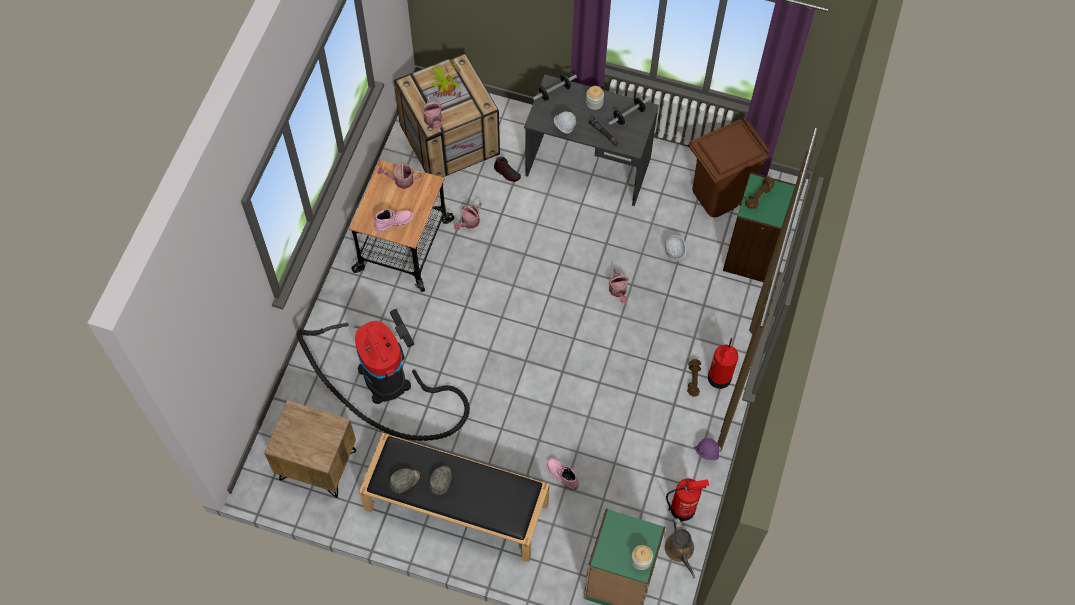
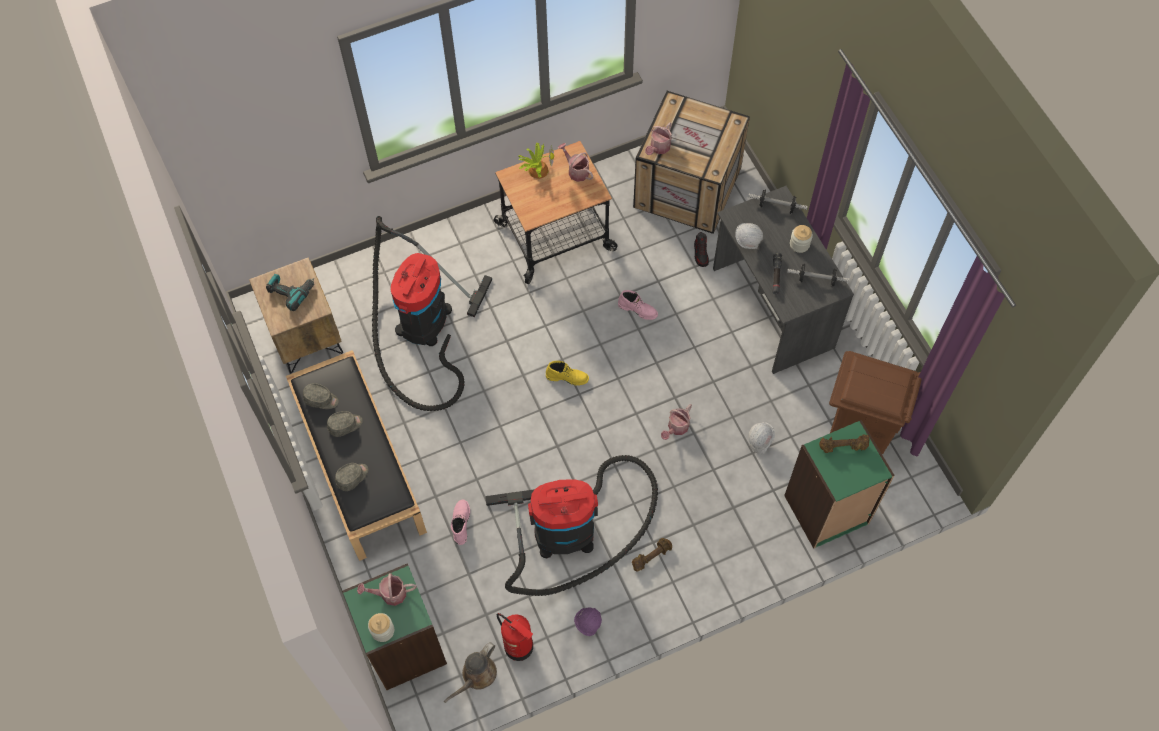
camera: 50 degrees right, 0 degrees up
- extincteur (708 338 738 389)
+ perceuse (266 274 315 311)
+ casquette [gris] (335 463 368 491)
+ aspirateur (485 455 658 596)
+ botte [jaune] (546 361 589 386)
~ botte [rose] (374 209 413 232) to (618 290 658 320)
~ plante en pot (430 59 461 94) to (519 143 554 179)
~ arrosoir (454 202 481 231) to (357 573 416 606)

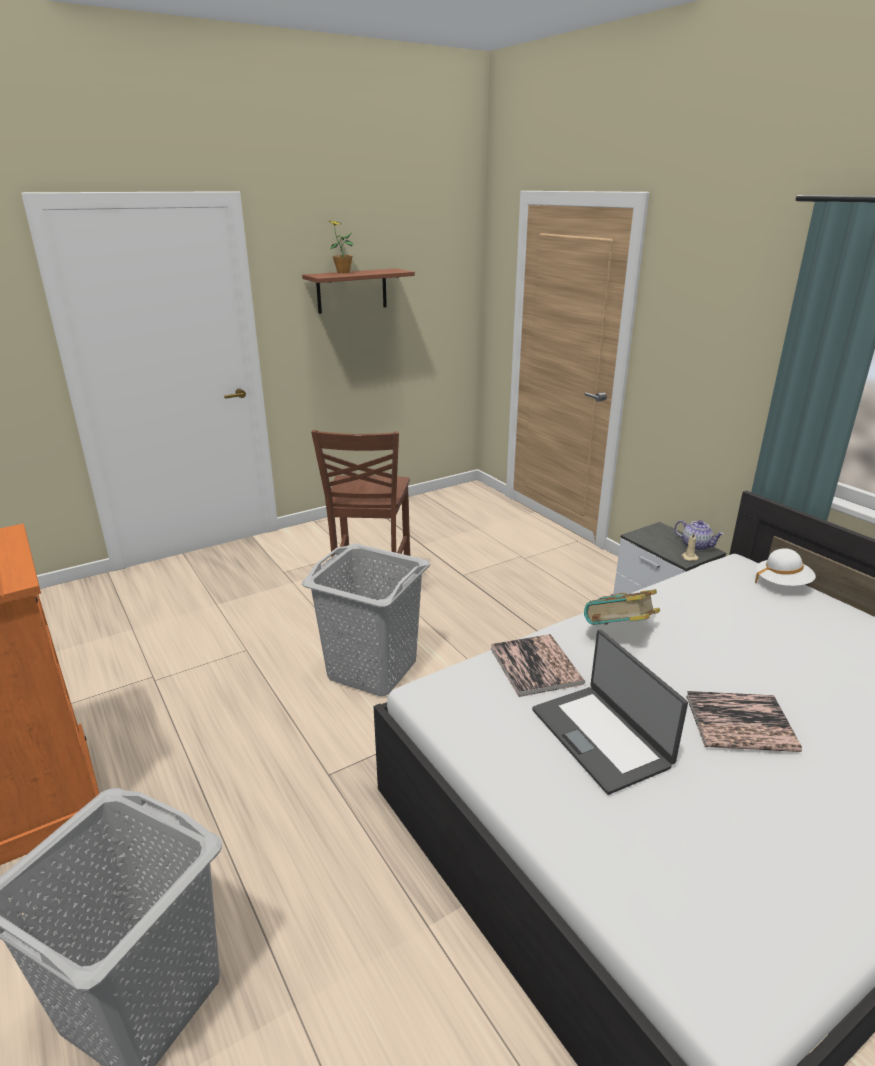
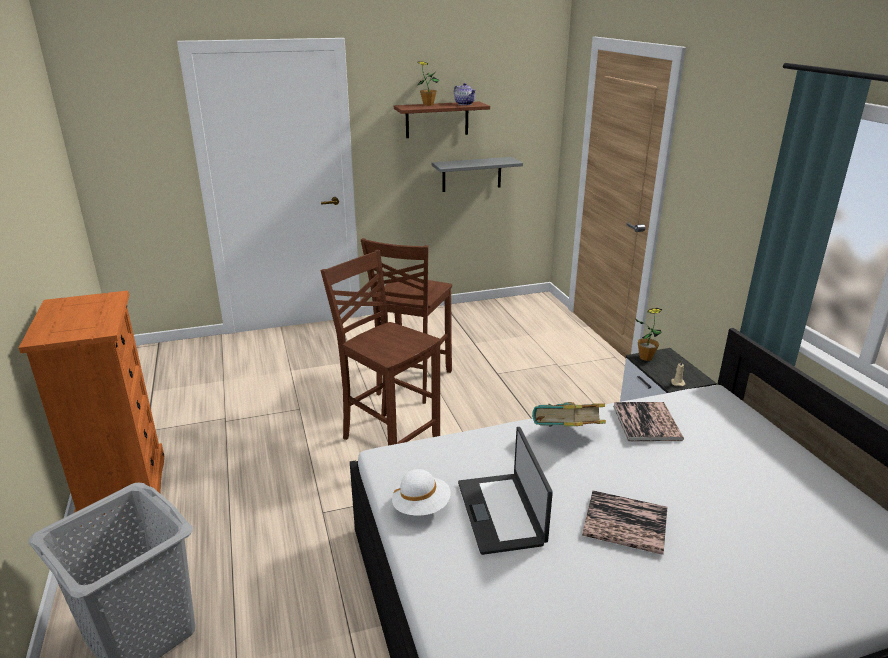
camera: 15 degrees right, 0 degrees up
+ étagère [gris] (431 157 523 192)
+ plante en pot (635 308 662 361)
~ livre (491 634 585 697) to (613 402 684 441)
~ théière (674 520 724 551) to (454 83 476 105)
~ chapeau [blanc] (755 548 816 586) to (392 469 451 516)
~ panier à linge [gris] (302 543 430 696) to chaise [marron] (321 250 440 446)

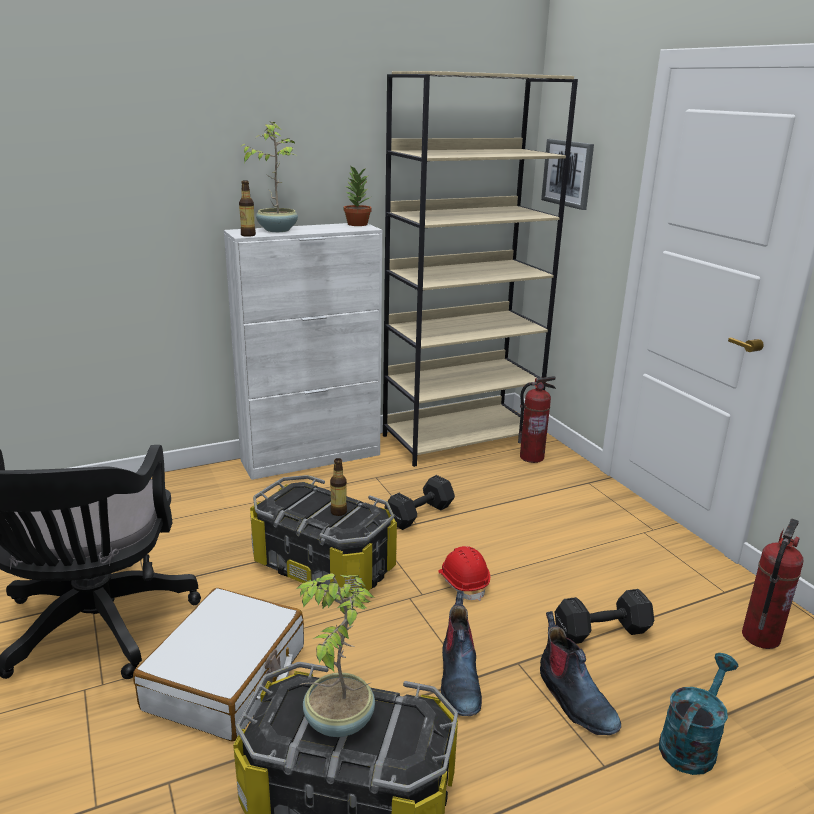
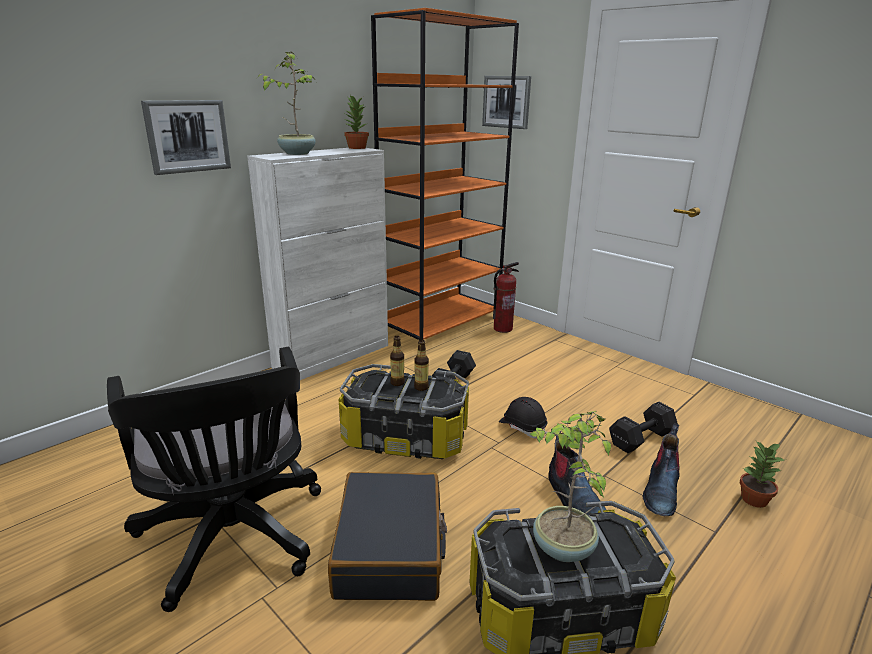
camera: 20 degrees left, 0 degrees up
- extincteur (742 519 803 649)
+ tableau (141 100 231 175)
~ bouteille (239 180 256 237) to (390 336 405 386)
~ arrosoir [turquoise] (659 653 738 775) to plante en pot (740 441 784 508)
~ valise [blanc] (133 588 304 742) to valise [noir] (328 472 447 601)
~ bibliothèque [beige] (383 71 578 467) to bibliothèque [orange] (371 8 519 340)
~ casque de chantier [rouge] (438 546 490 601) to casque de chantier [noir] (499 397 547 439)
~ botte (540 611 621 735) = (643 423 680 516) 75 degrees clockwise

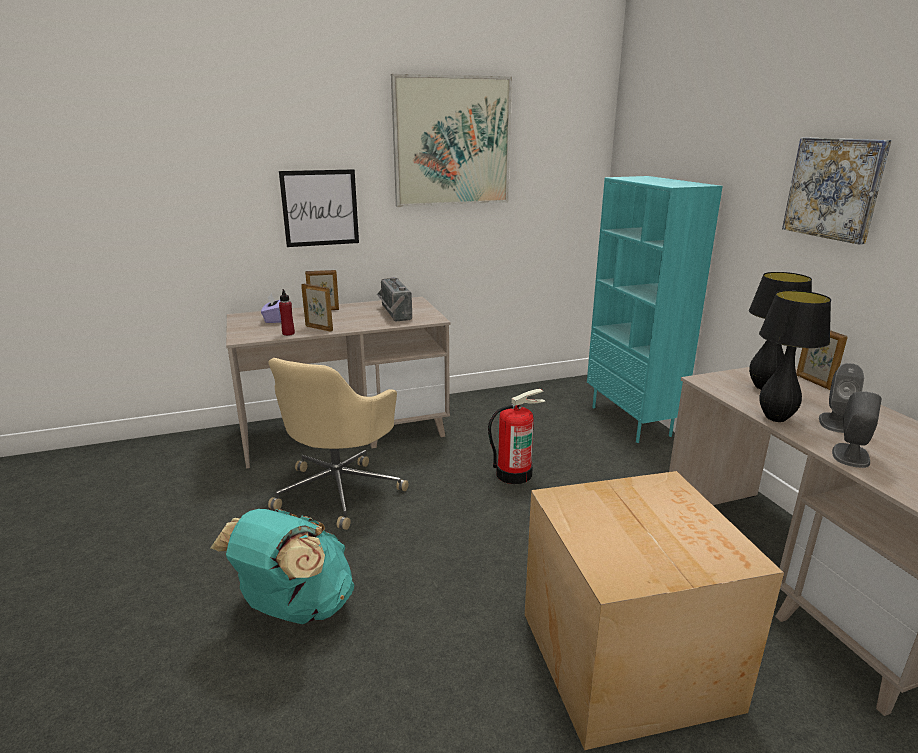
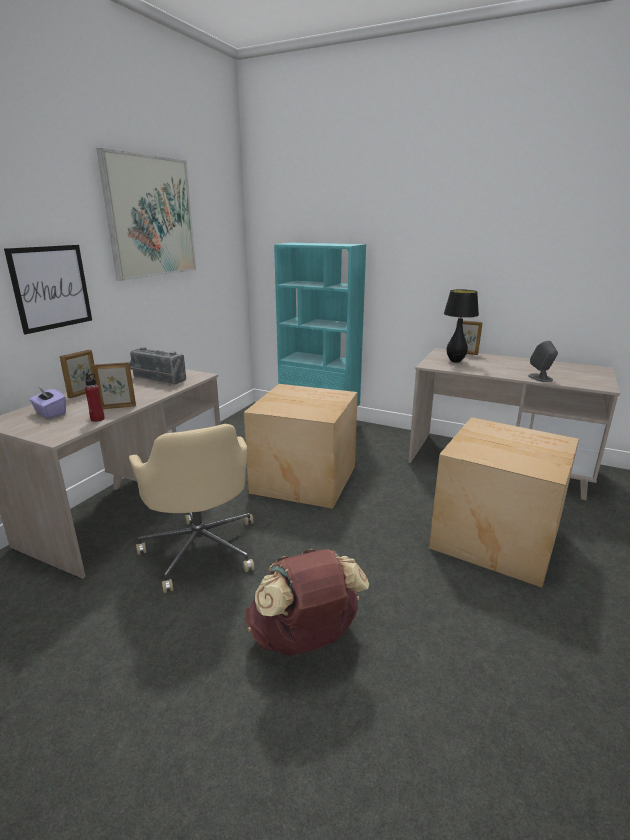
camera: 45 degrees left, 0 degrees up
- lampe de table [noir] (759 290 831 422)
- tableau (782 137 892 244)
- enceinte [gris] (819 363 864 433)
~ extincteur (488 389 545 484) to carton (244 384 358 509)
~ sac à dos [turquoise] (210 509 354 624) to sac à dos [marron] (245 548 370 656)

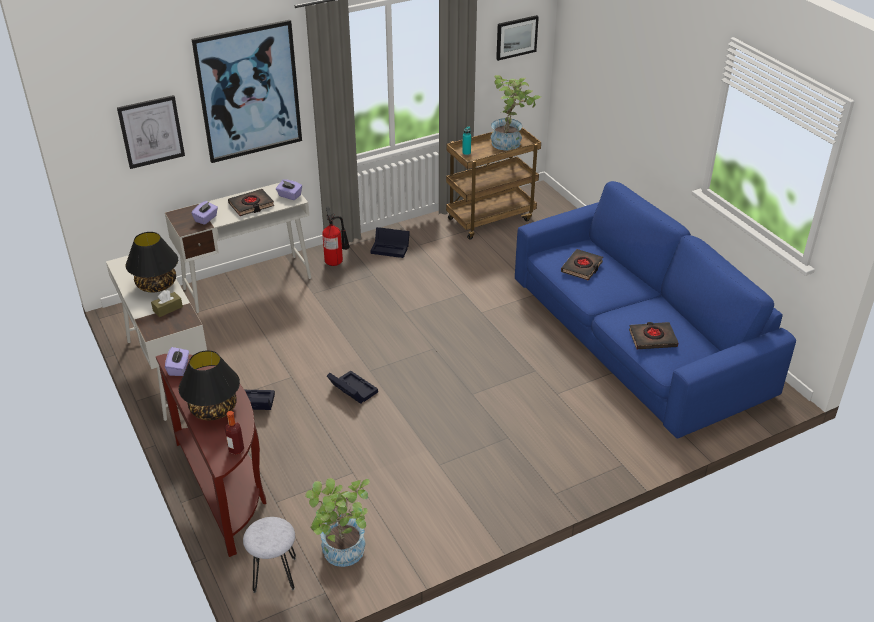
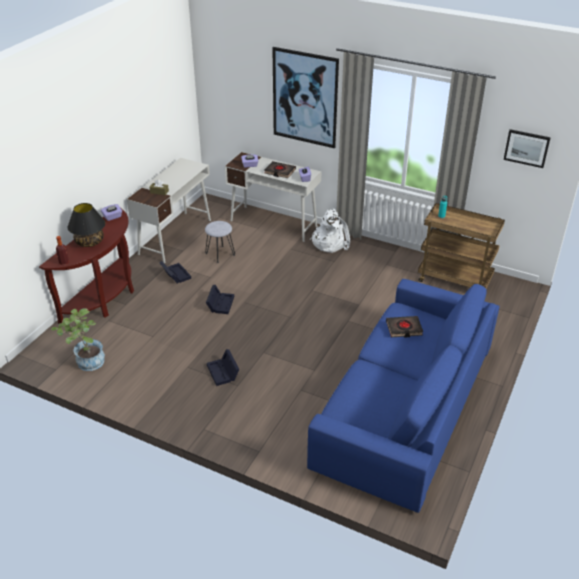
camera: 55 degrees right, 0 degrees up
- tableau (117 95 185 169)
- lampe de table [noir] (126 232 178 292)
- plante en pot (491 75 541 151)
- livre [noir] (629 322 678 349)
~ tabouret [gris] (243 517 296 593) to (205 221 235 263)
~ boîte de rangement [noir] (370 227 410 258) to (207 349 240 386)
~ extincteur (322 206 350 266) to sac à dos [blanc] (310 208 350 253)

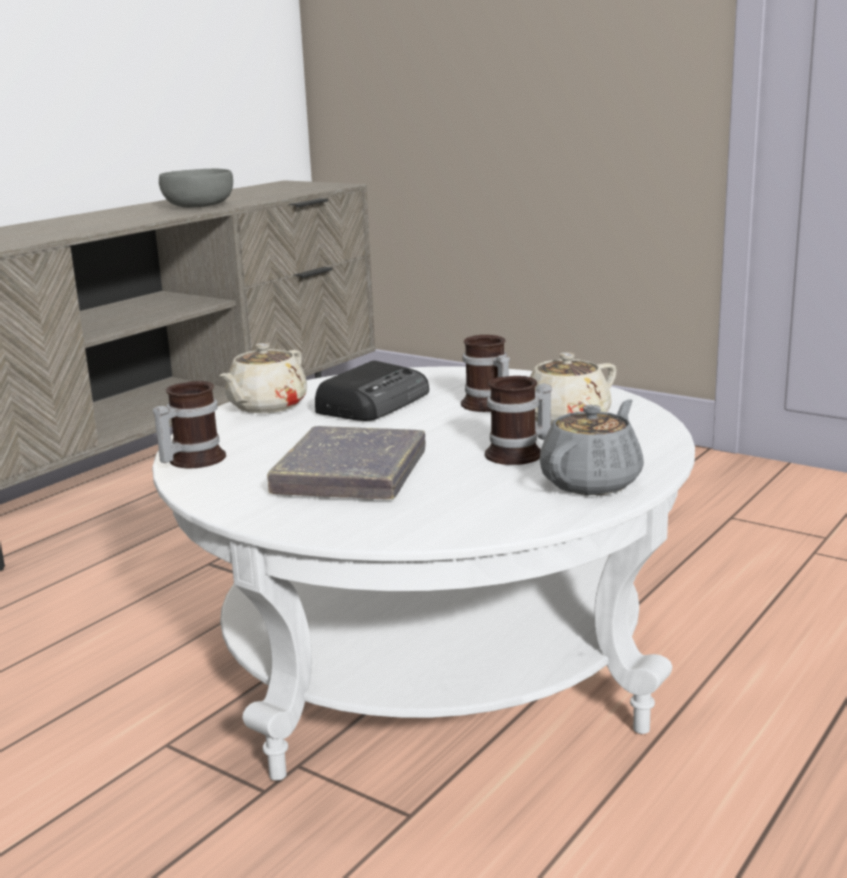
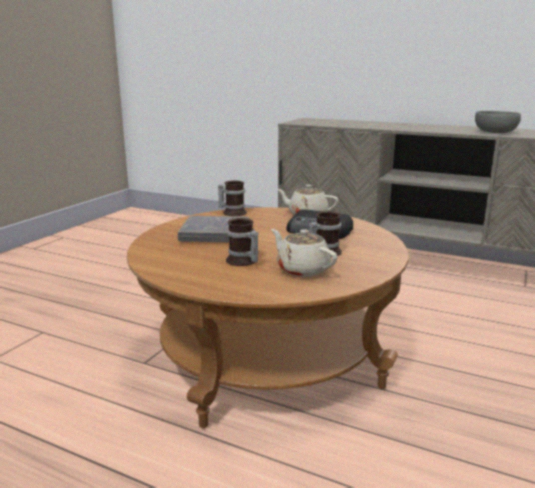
camera: 80 degrees right, 0 degrees up
- théière [gris] (539 399 644 495)
~ table basse [blanc] (152 366 695 781) to table basse [marron] (127 207 409 428)

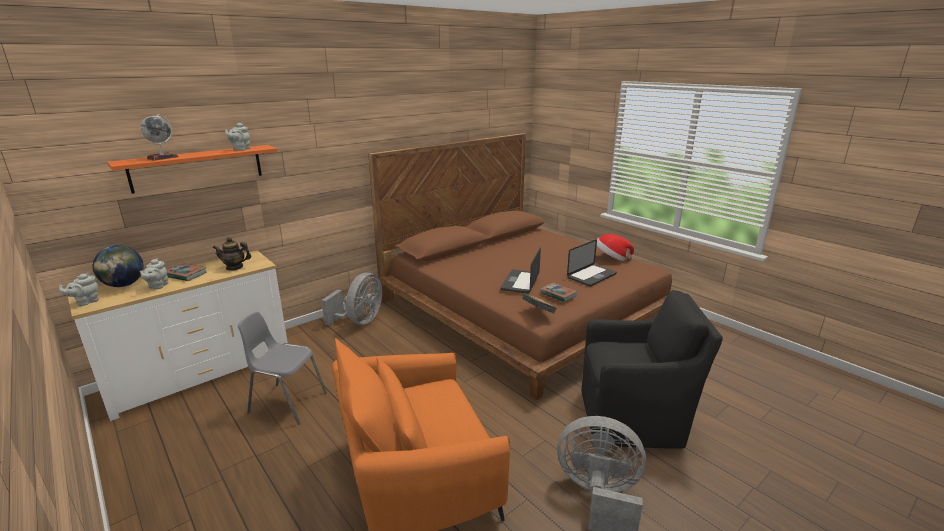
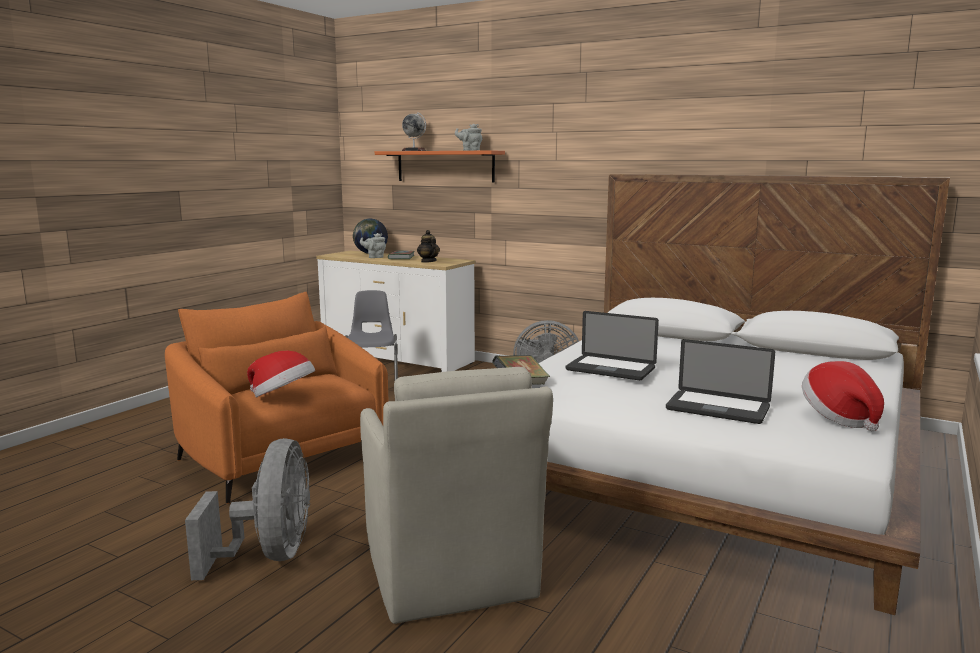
camera: 70 degrees right, 10 degrees down
- théière [gris] (59 273 99 306)
- livre (540 282 578 302)
+ chapeau (247 351 315 397)
~ lit [marron] (368 133 677 400) to lit [blanc] (532 174 950 615)
~ fauteuil [noir] (582 290 723 449) to fauteuil [beige] (360 367 553 624)
~ ordinateur portable (500 247 541 294) = (565 311 659 380) 150 degrees counterclockwise

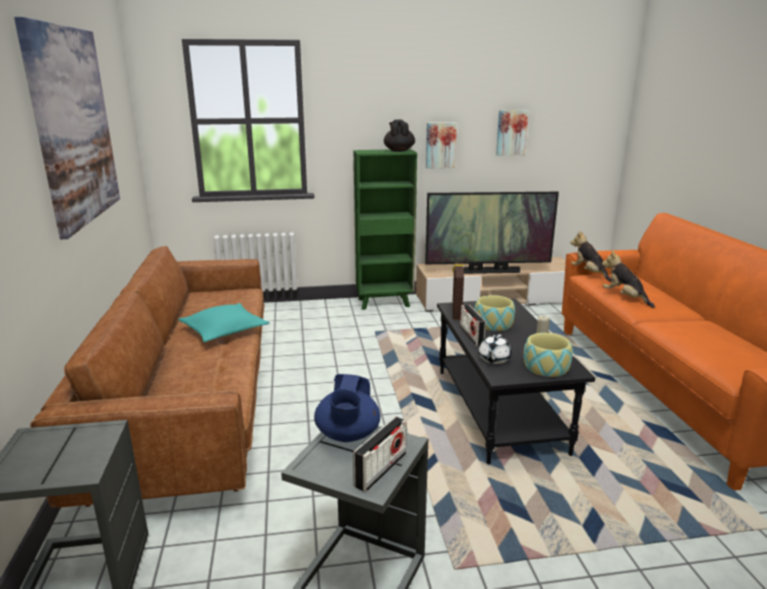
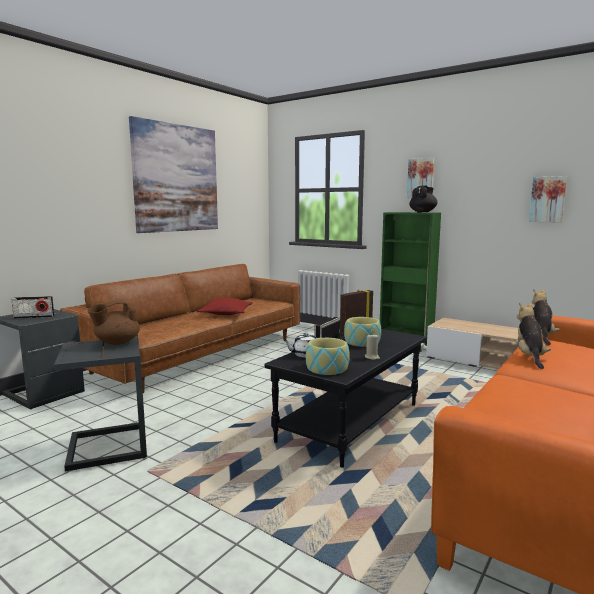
camera: 45 degrees right, 10 degrees down
- téléviseur (425 192 559 274)
~ radio (353 417 407 492) to (11 296 54 319)
~ tableau (426 122 457 169) to (407 158 435 198)
~ coussin [turquoise] (179 303 270 342) to coussin [rouge] (197 298 253 315)
~ théière [bleu] (314 374 380 442) to théière [marron] (87 301 140 345)

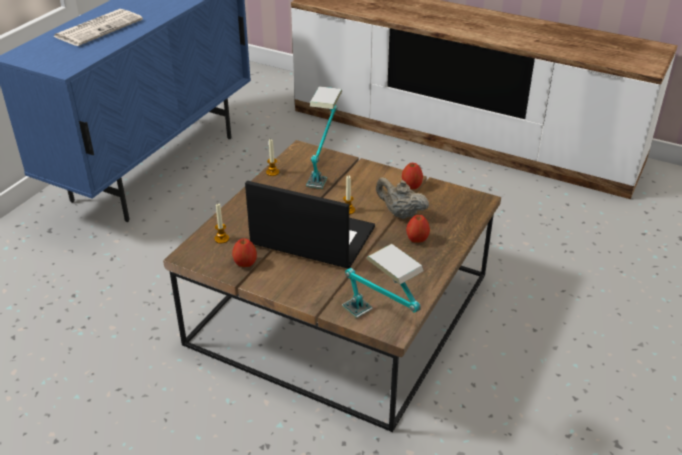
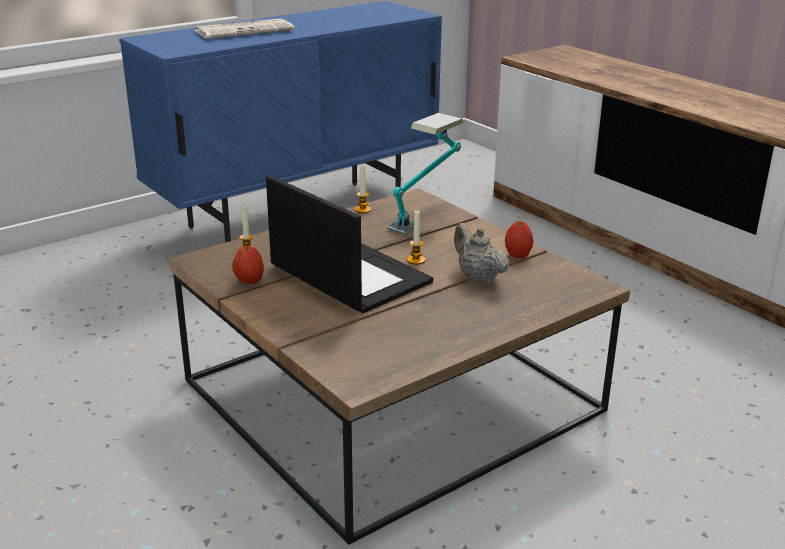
camera: 25 degrees right, 10 degrees down
- lampe de table (342 244 424 319)
- pomme (406 215 430 243)

